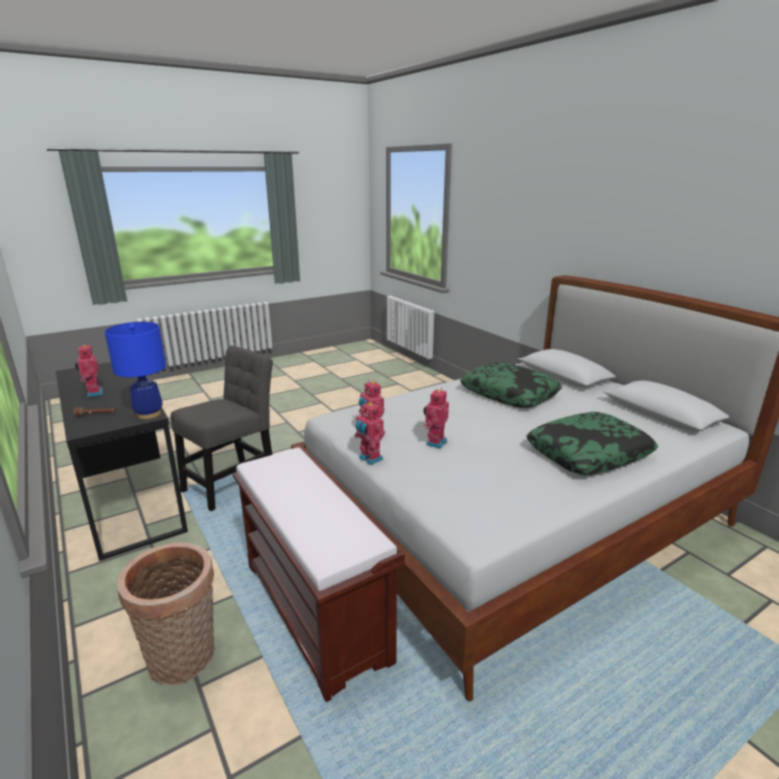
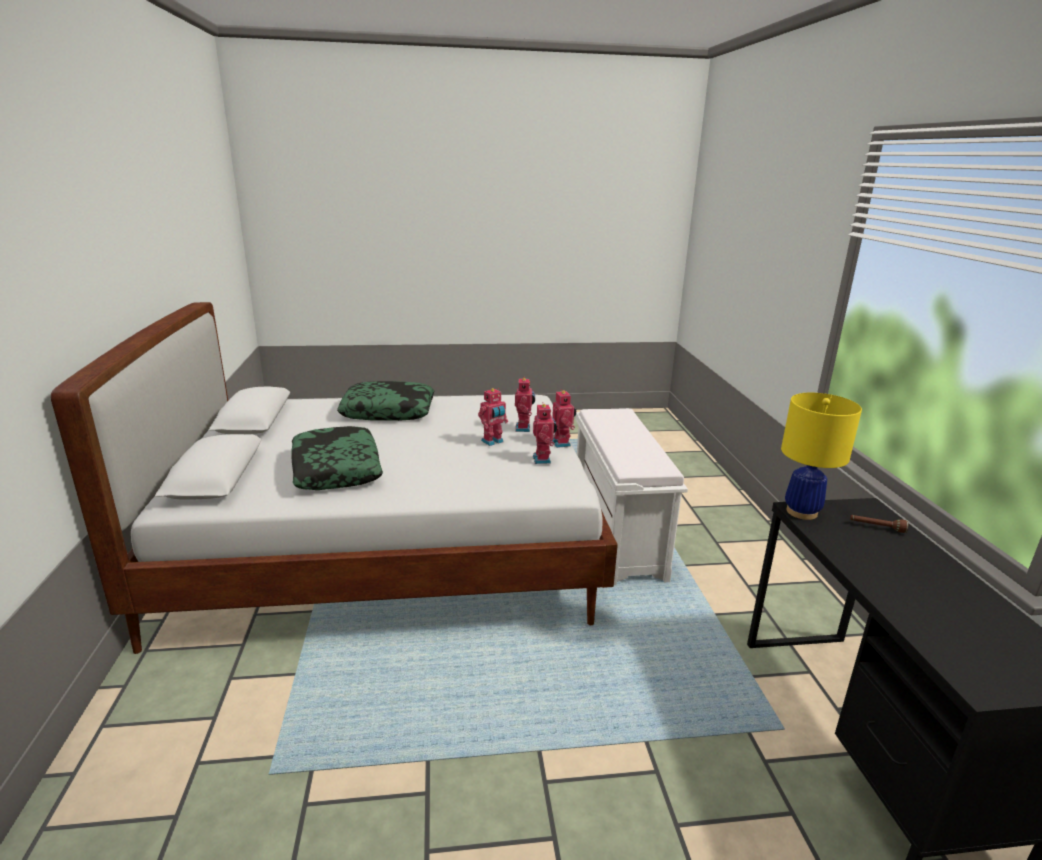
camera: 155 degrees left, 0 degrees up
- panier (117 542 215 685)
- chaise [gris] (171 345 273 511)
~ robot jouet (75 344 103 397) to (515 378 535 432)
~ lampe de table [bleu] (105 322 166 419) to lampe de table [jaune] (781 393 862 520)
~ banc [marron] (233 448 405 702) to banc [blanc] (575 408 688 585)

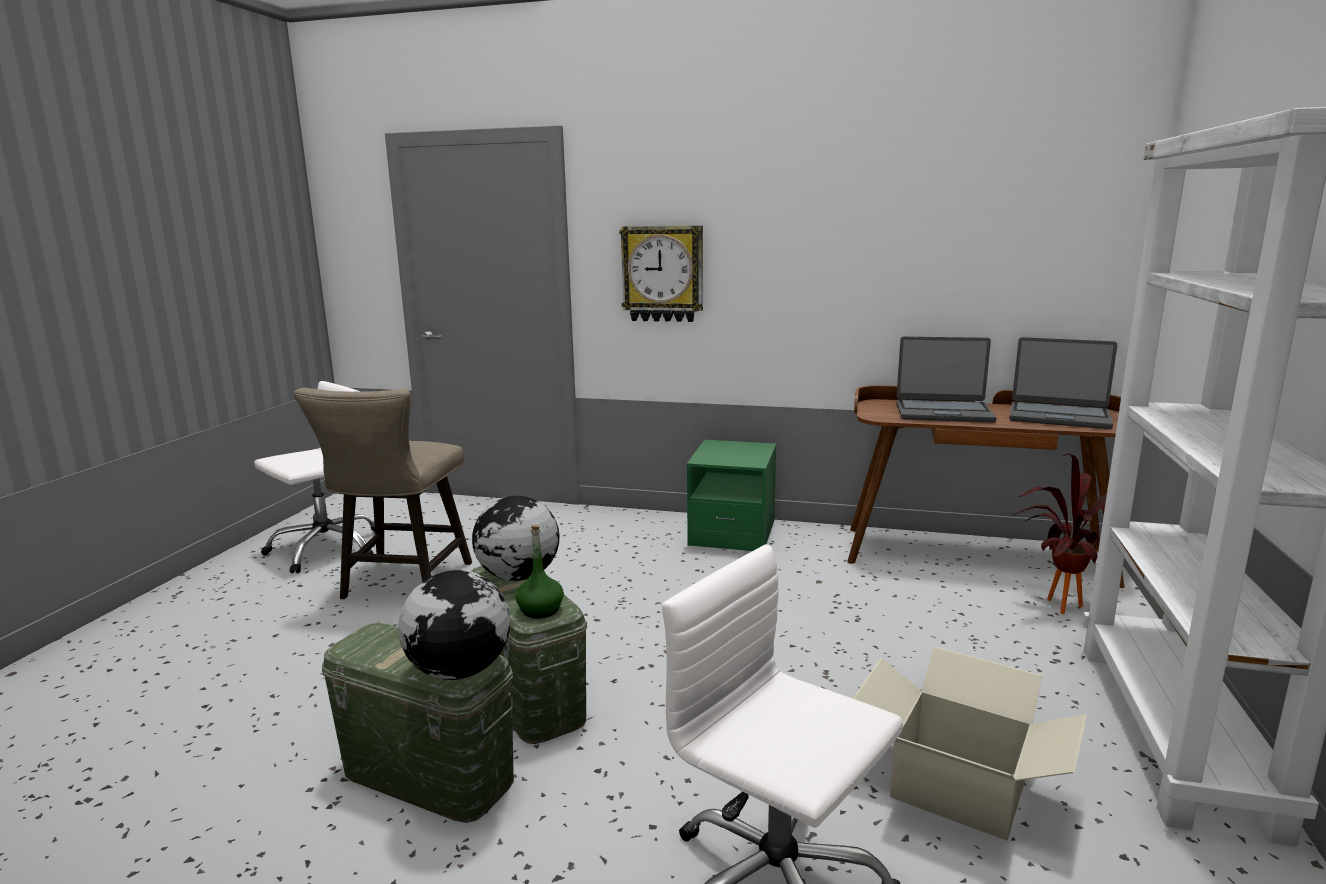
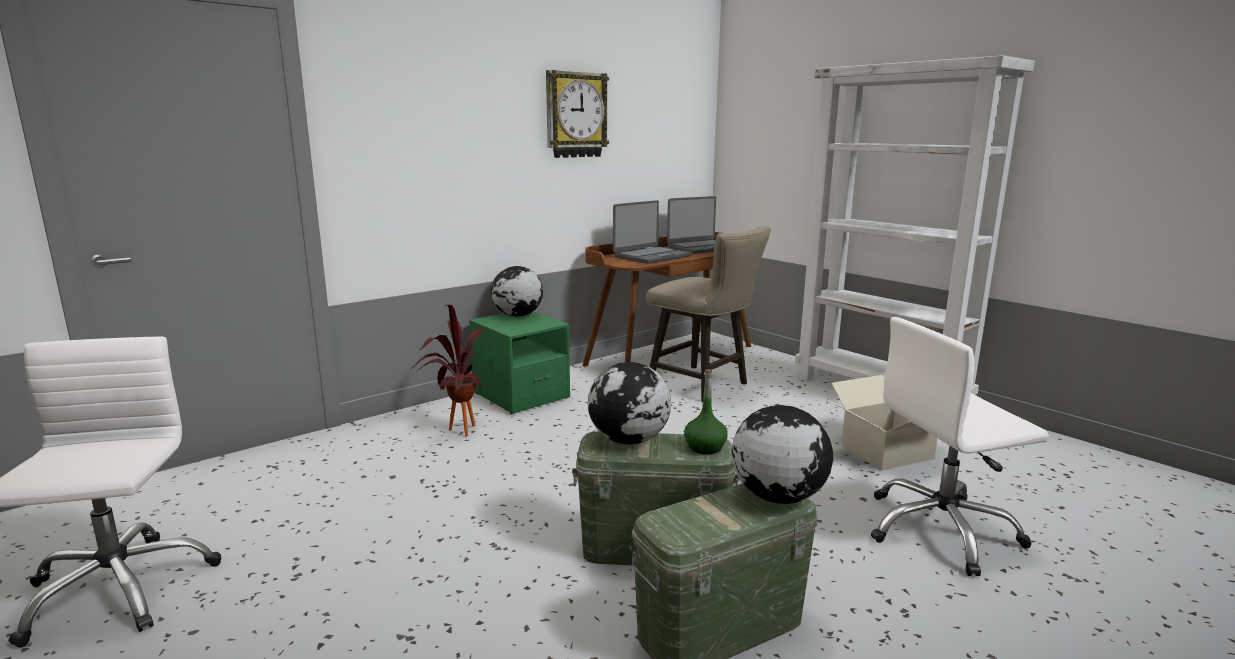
camera: 55 degrees left, 0 degrees up
+ globe (491 266 543 317)
~ tabouret [beige] (294 388 472 599) to (646 226 771 402)
~ horloge murale (620 226 703 322) to (546 70 609 158)
~ plante en pot (1012 454 1107 614) to (412 305 486 436)

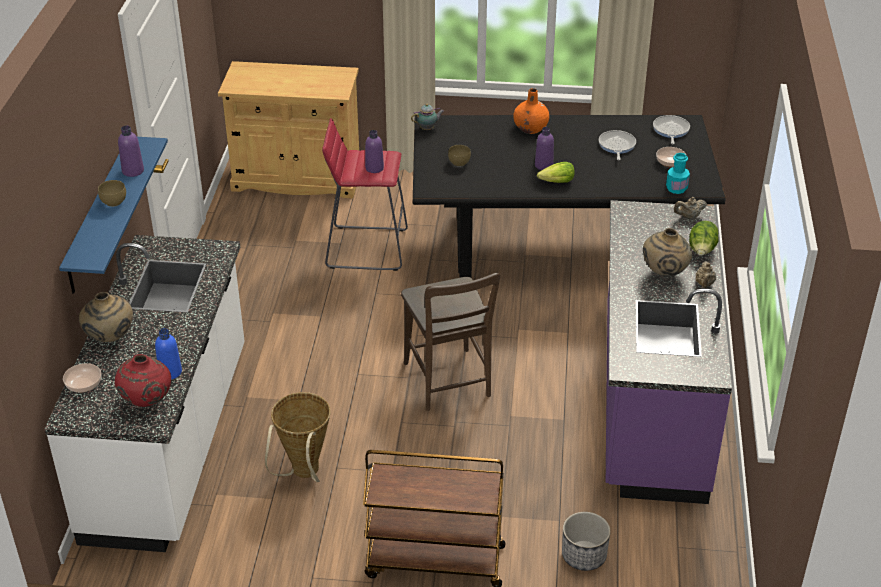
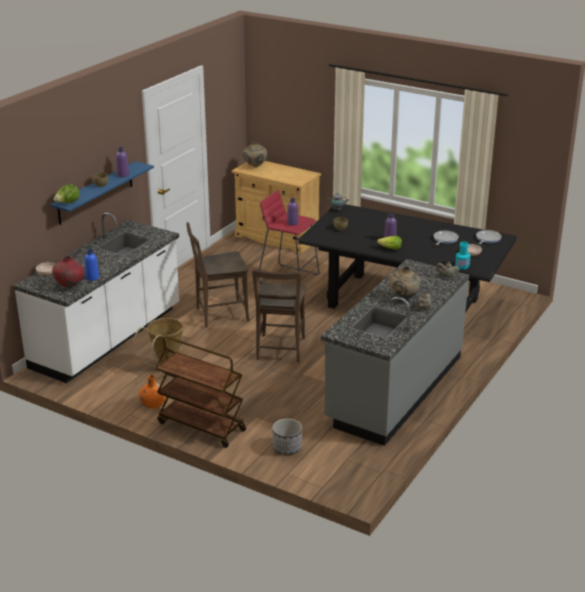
camera: 25 degrees right, 10 degrees down
+ chaise [marron] (186 222 250 328)
~ vase [beige] (79 292 133 342) to (243 142 267 167)
~ vase [orange] (513 88 549 134) to (139 375 166 409)
~ laitue (689 221 719 256) to (54 184 80 203)
~ comptoir de cuisine [violet] (606 200 732 504) to comptoir de cuisine [gris] (321 259 469 446)

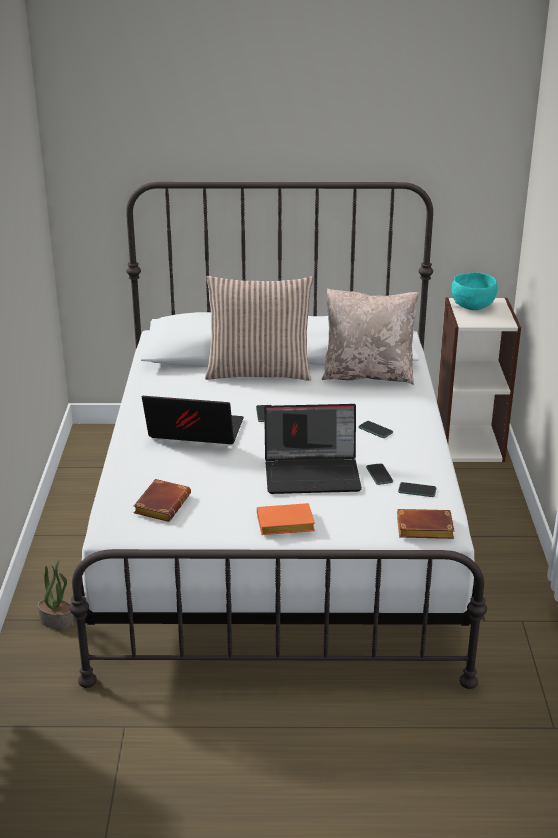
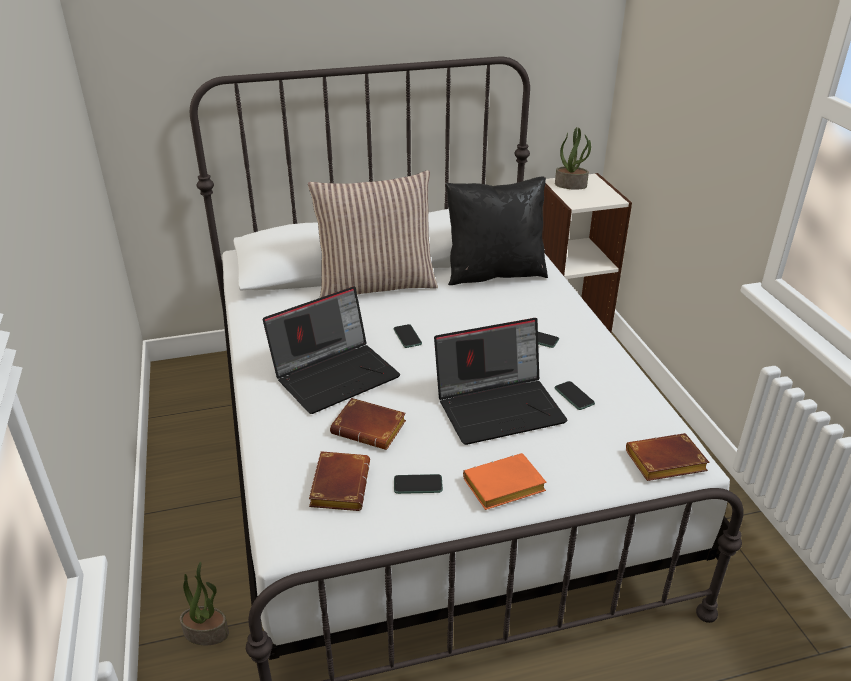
camera: 15 degrees left, 5 degrees up
+ livre [marron] (330 398 406 450)
~ téléphone (398 482 437 497) to (394 474 443 494)
~ bol [turquoise] (452 272 497 310) to plante en pot (555 127 591 190)
~ coussin [beige] (321 288 419 385) to coussin [noir] (446 177 548 285)
~ ordinateur portable (142 396 244 444) = (263 286 400 414) 150 degrees clockwise

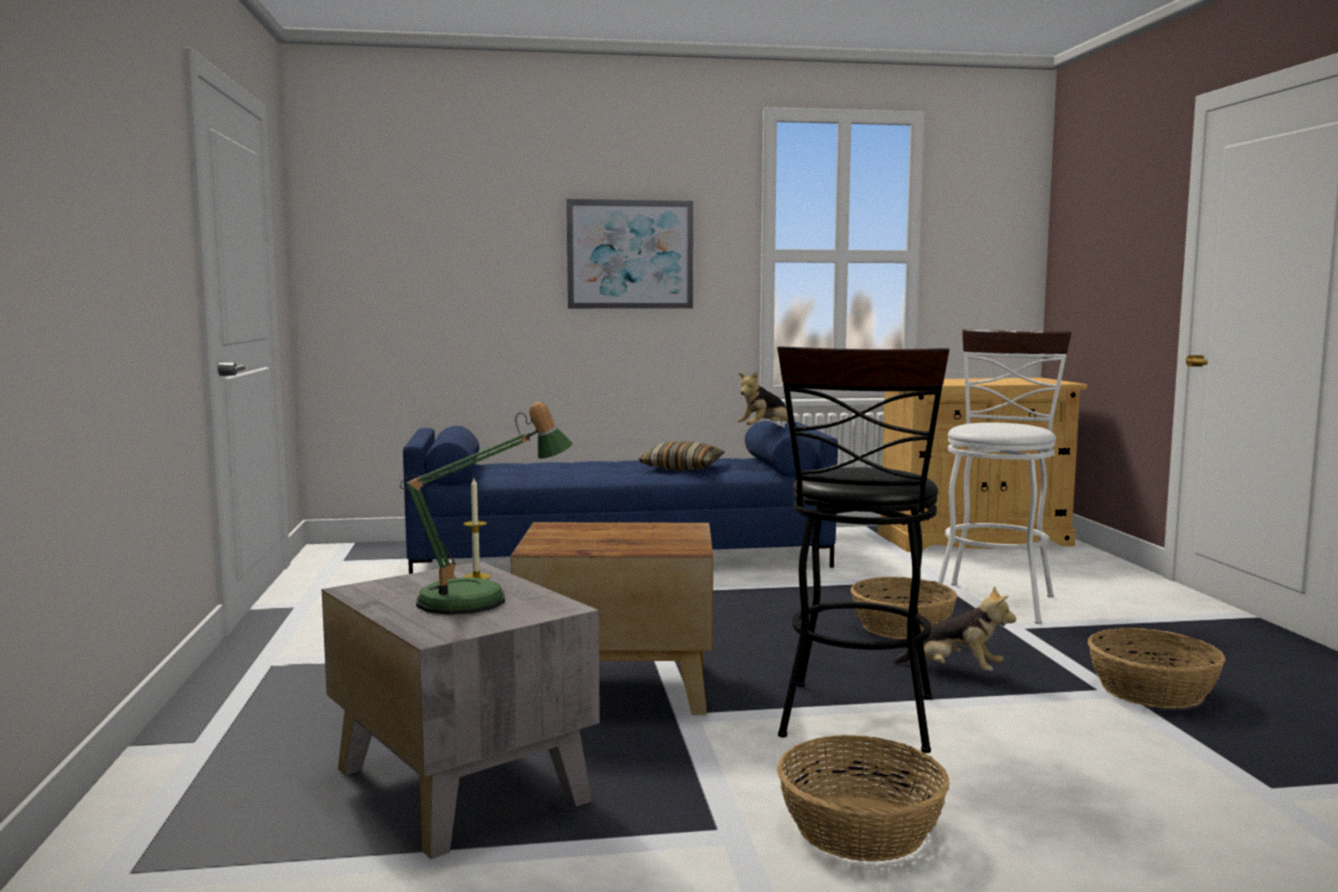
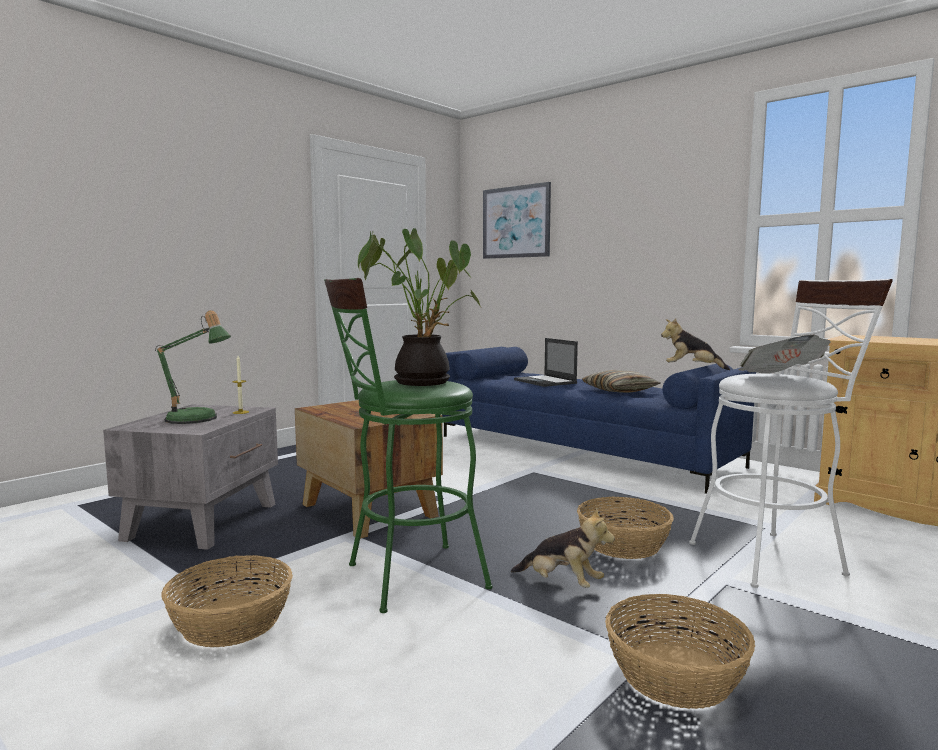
camera: 50 degrees right, 0 degrees up
+ plante en pot (358 228 481 386)
+ ordinateur portable (514 338 578 387)
+ journal (738 335 831 374)
~ tableau (566 199 693 309) to (483 182 551 259)
~ tabouret [noir] (777 346 949 753) to tabouret [vert] (324 278 492 613)
~ peluche (894 586 1016 671) = (511 507 615 588) 45 degrees counterclockwise

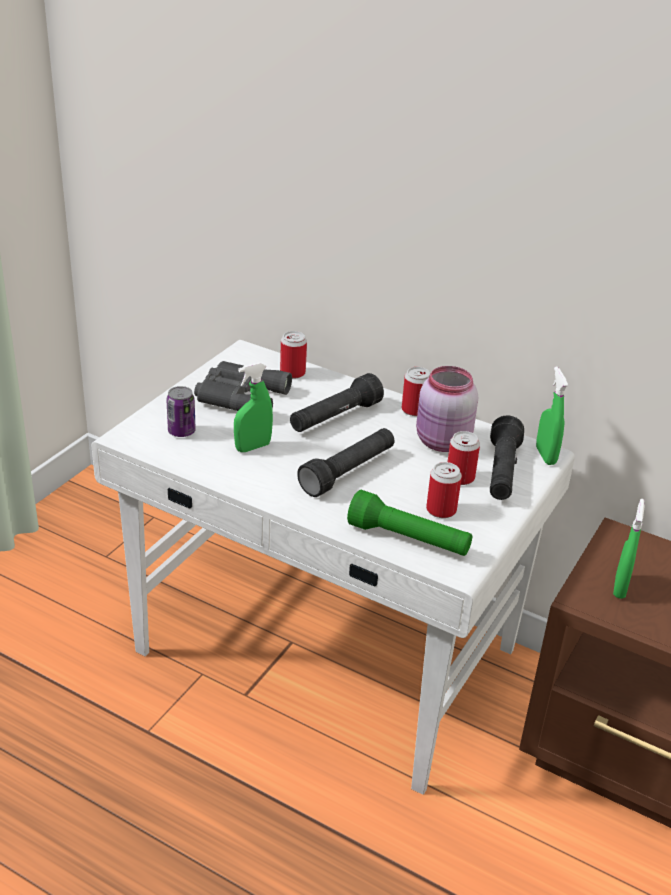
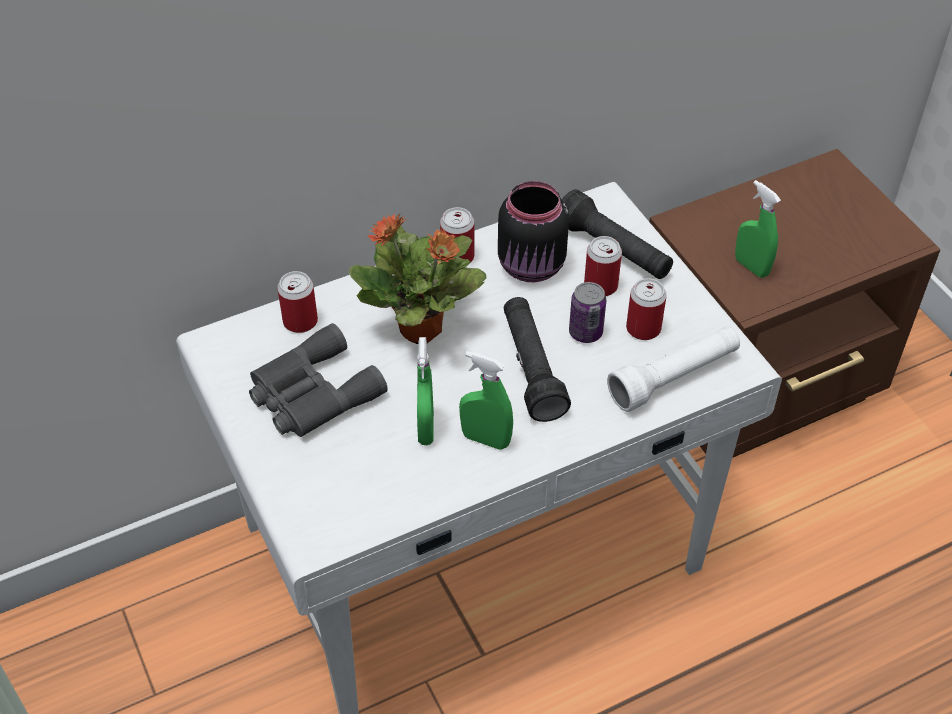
camera: 55 degrees left, 15 degrees up
~ boîte métallique (166 386 196 437) to (569 282 606 343)
~ vaporisateur [vert] (536 366 568 465) to (459 351 513 450)
~ lampe de poche [noir] (290 373 384 432) to plante en pot (348 214 487 344)
~ lampe de poche [vert] (347 490 472 556) to lampe de poche [blanc] (607 326 740 412)
~ bocal [rose] (416 366 478 452) to bocal [noir] (498 181 569 282)

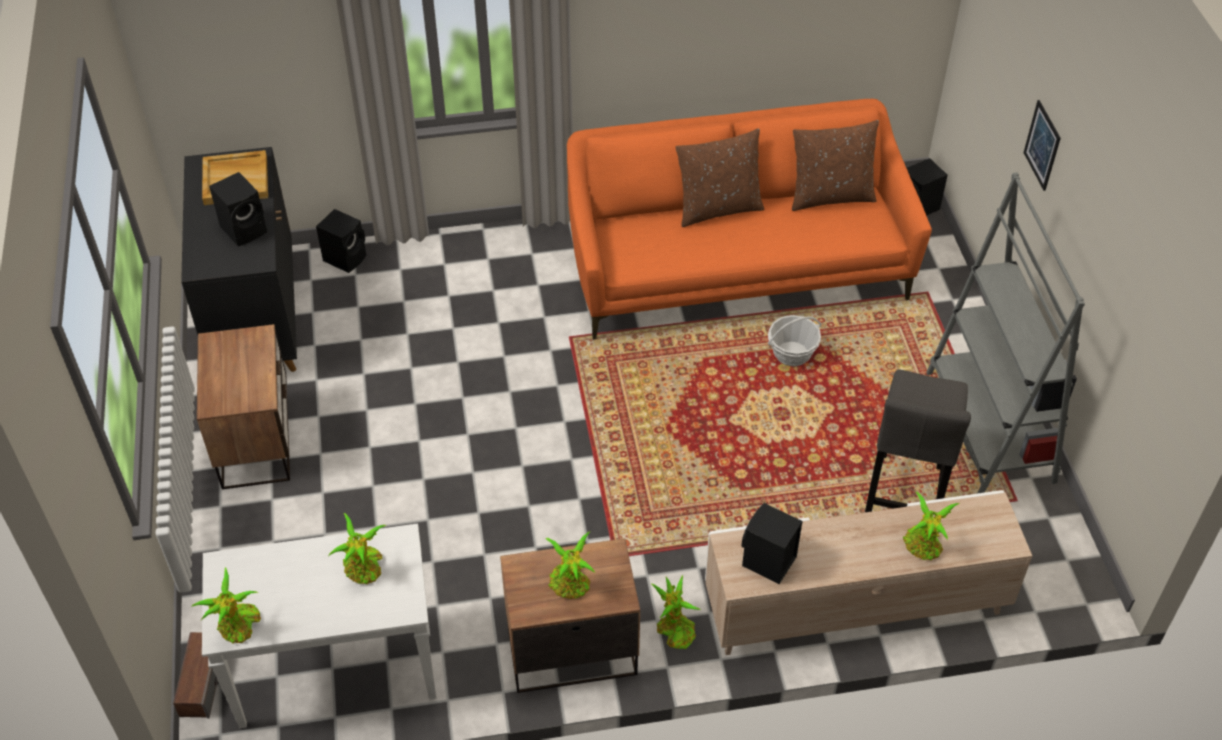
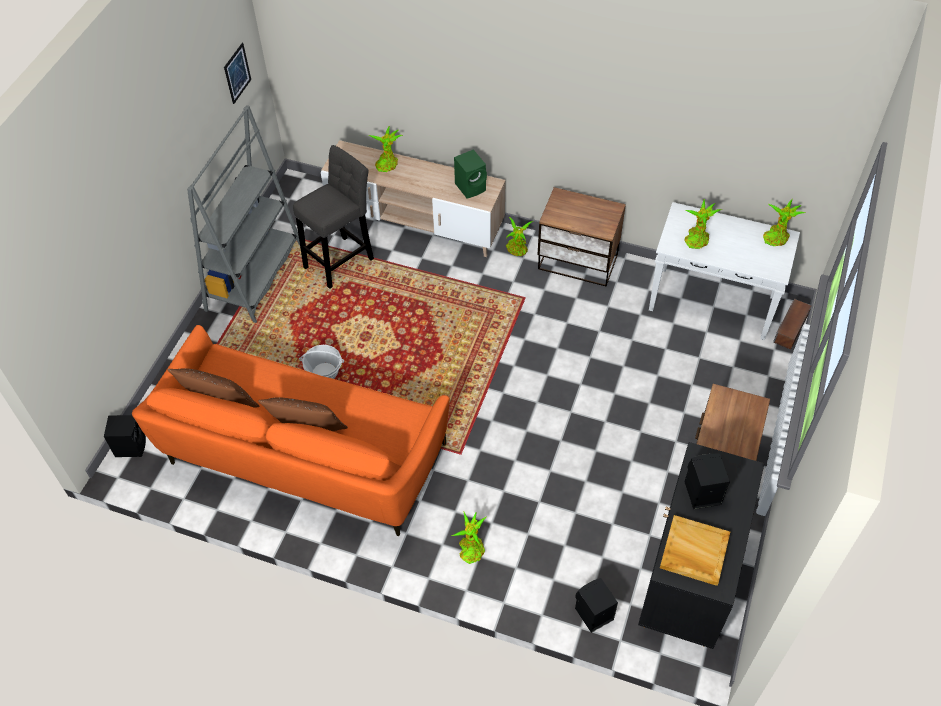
camera: 150 degrees left, 5 degrees up
~ plante en pot (545 531 595 599) to (451 511 487 564)
~ tableau (1024 100 1061 191) to (224 43 251 104)
~ enceinte [noir] (741 503 802 584) to enceinte [vert] (454 149 487 198)

